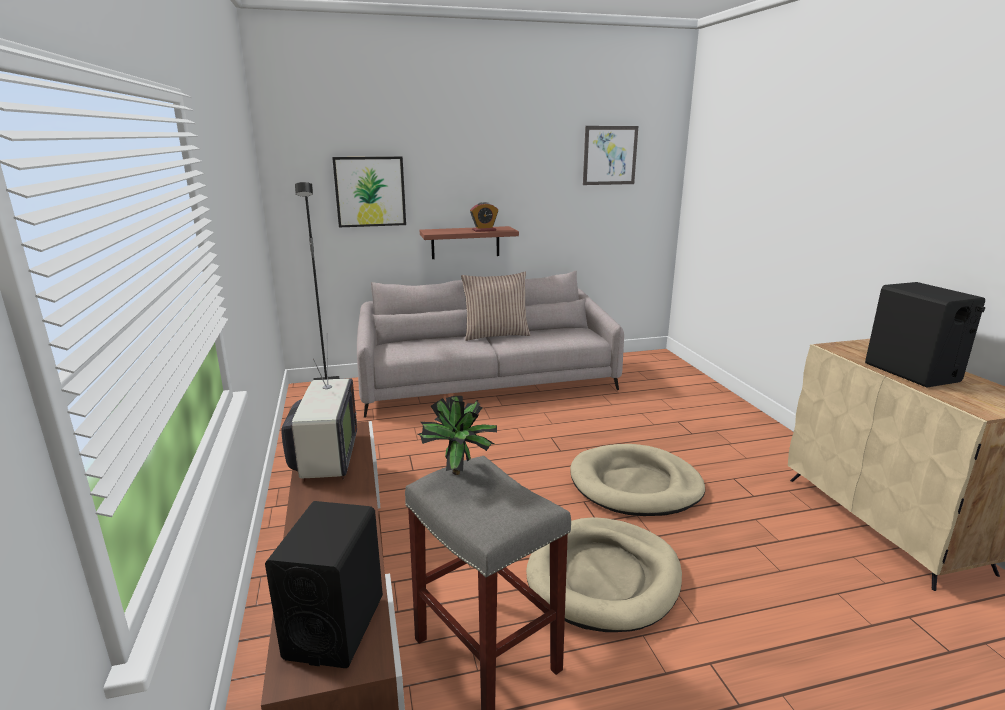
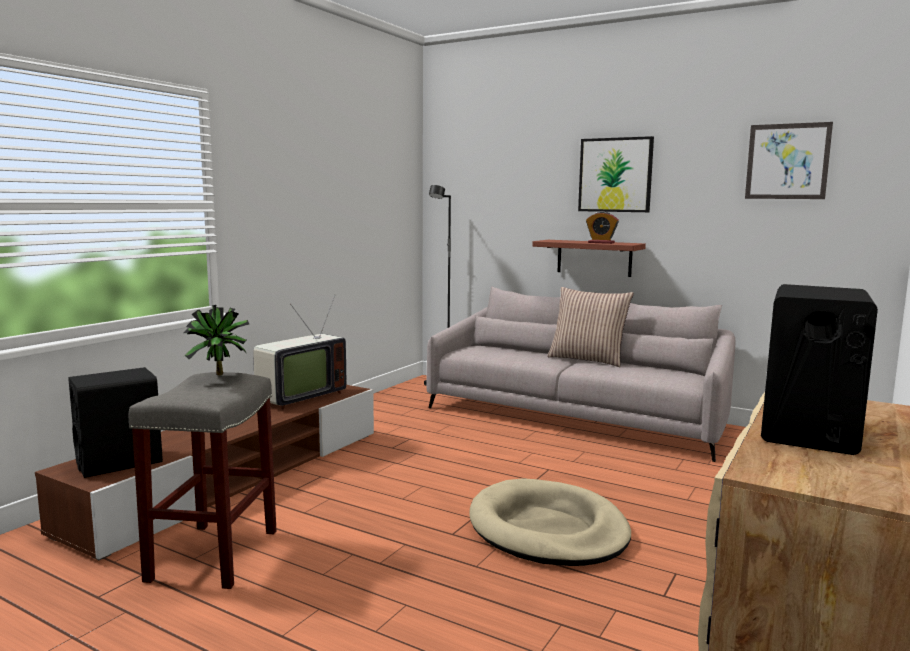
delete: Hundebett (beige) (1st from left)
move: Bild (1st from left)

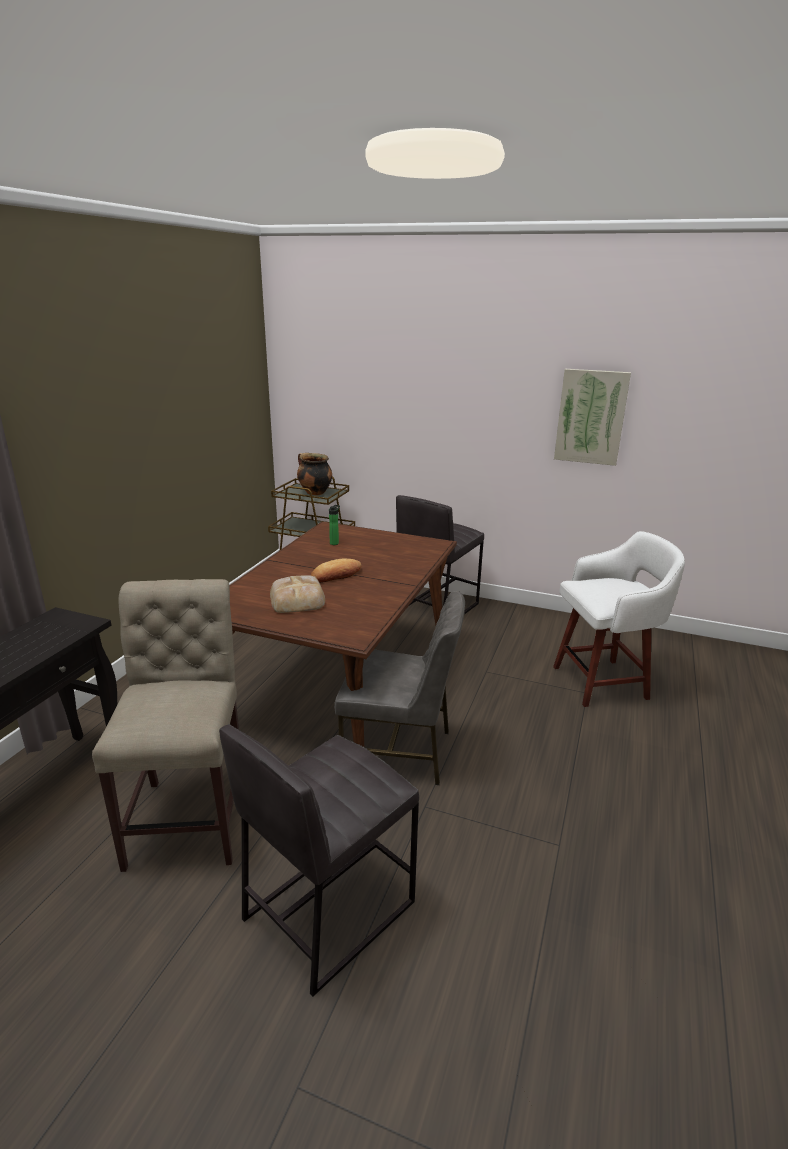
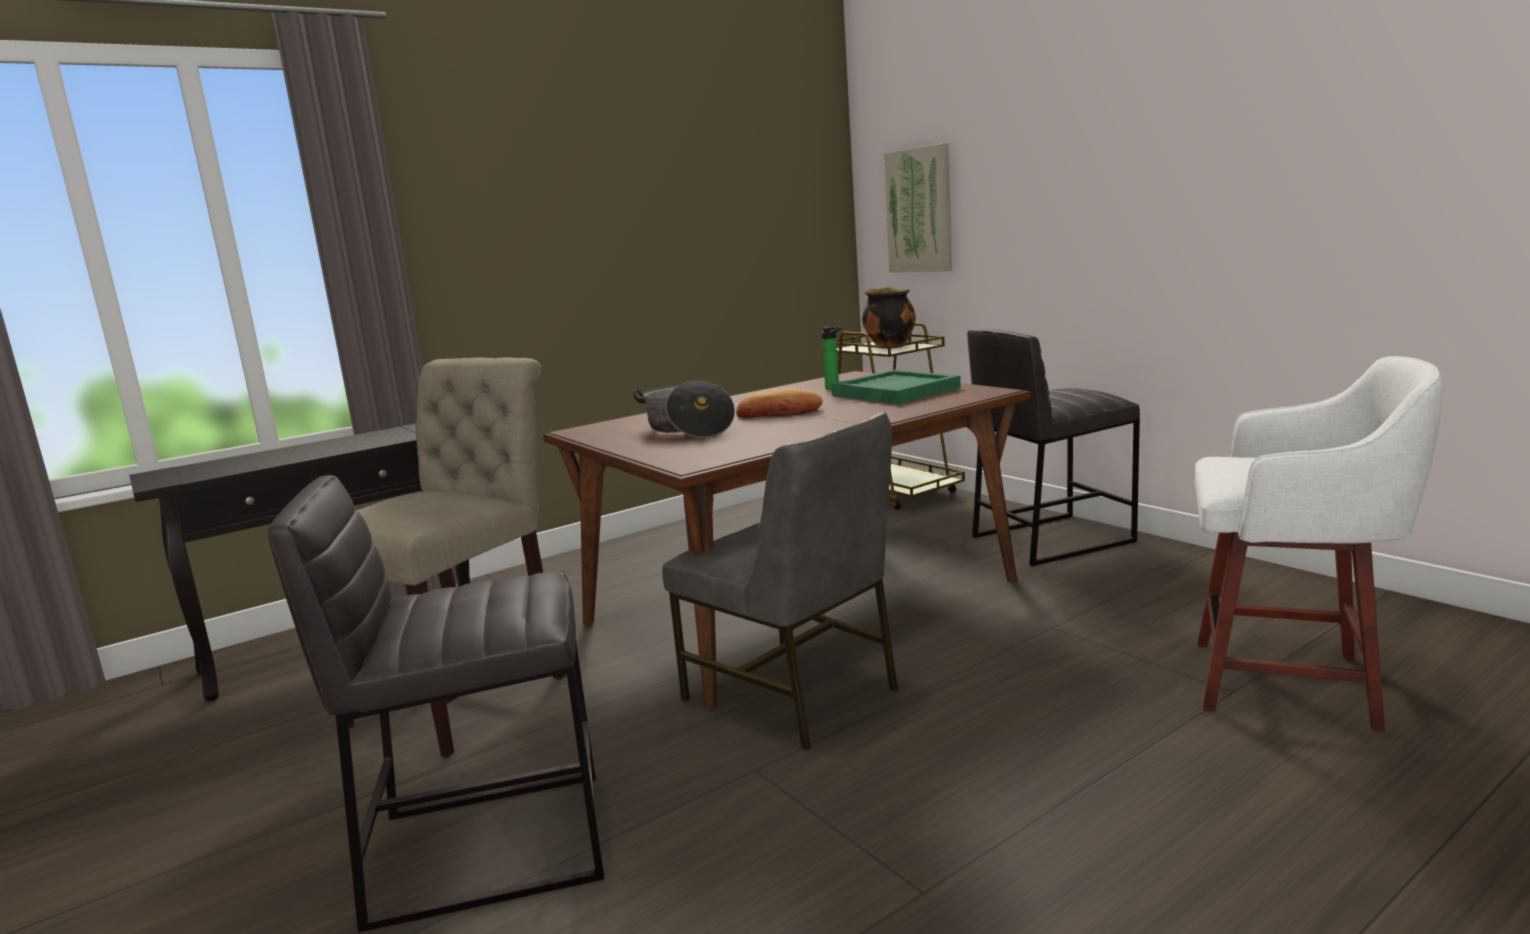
insert: Tablett (grün)
move: Bild
replace: Brot (1st from left) to Kochtopf (1st from left)

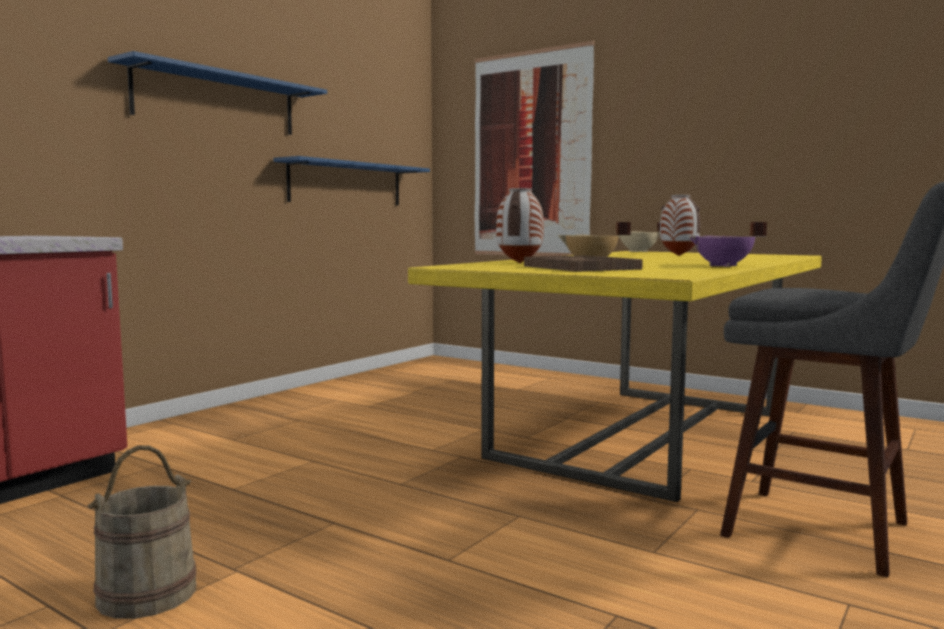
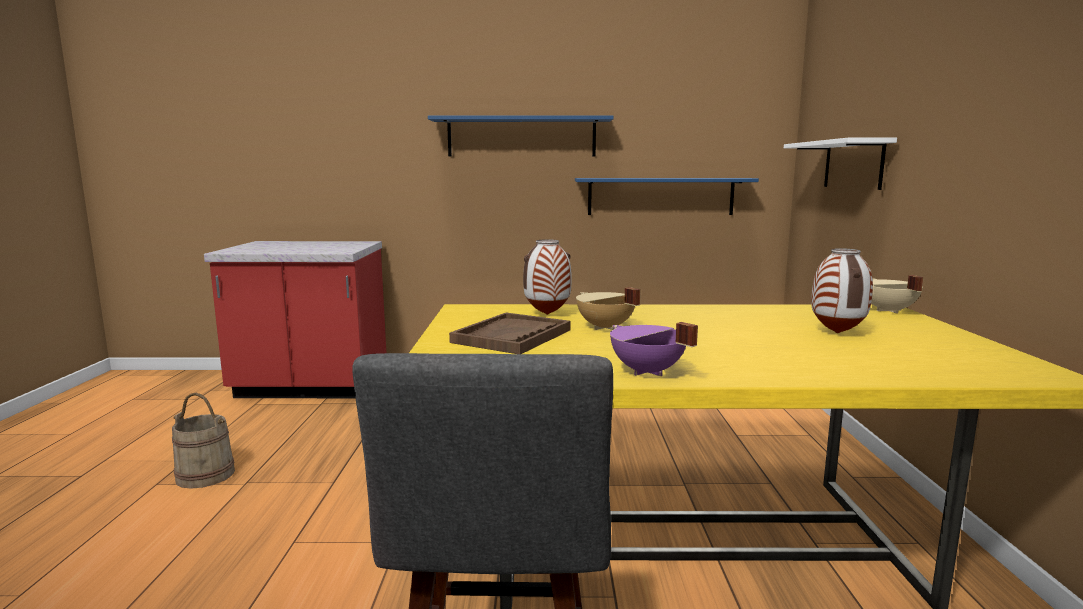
replace: Bild to Wandregal (weiß)

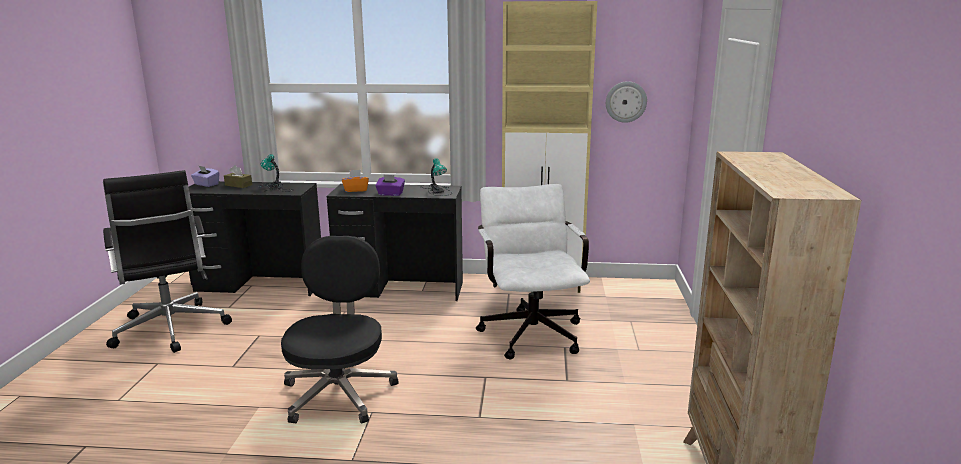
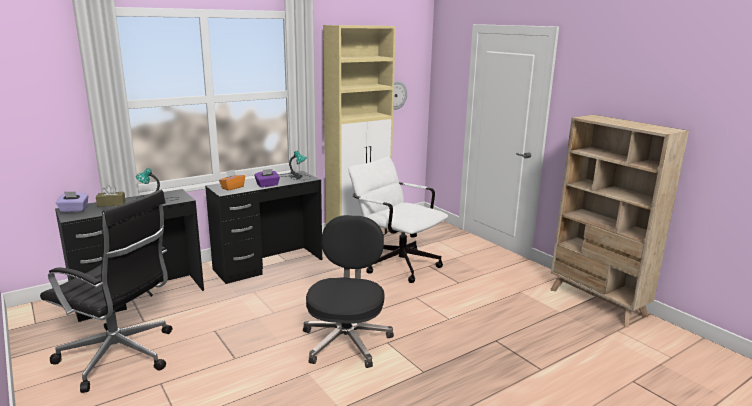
rotate: Bürostuhl (schwarz) (2nd from left) 45 degrees clockwise

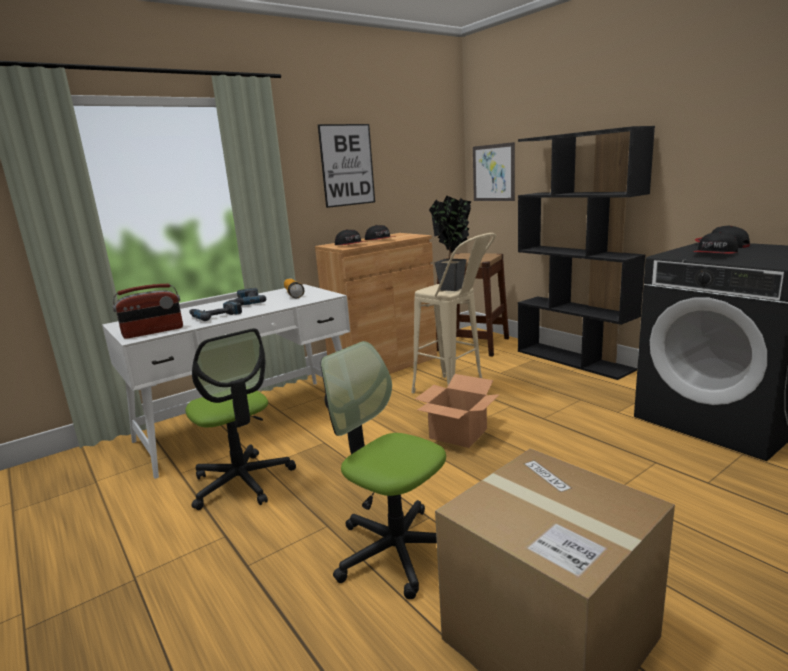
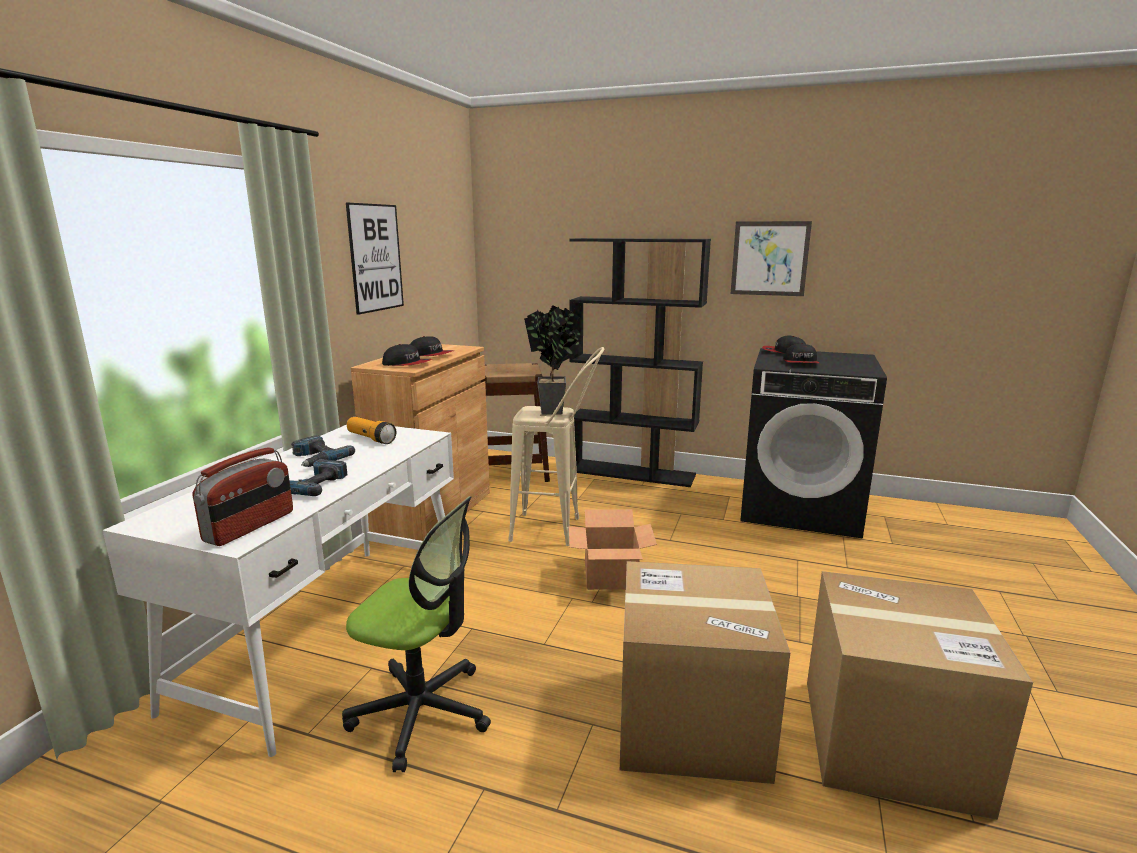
move: Bild (2nd from left)
replace: Bürostuhl (2nd from left) to Karton (2nd from left)

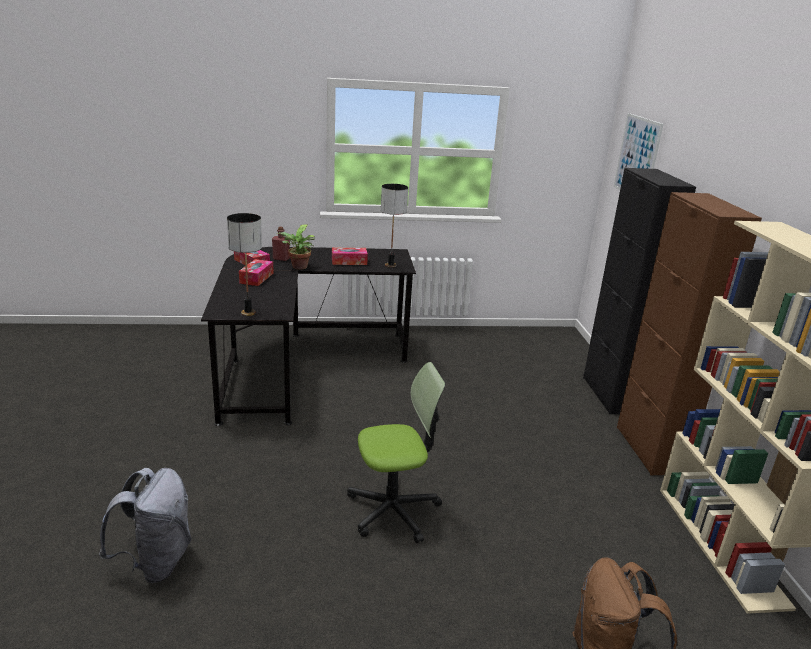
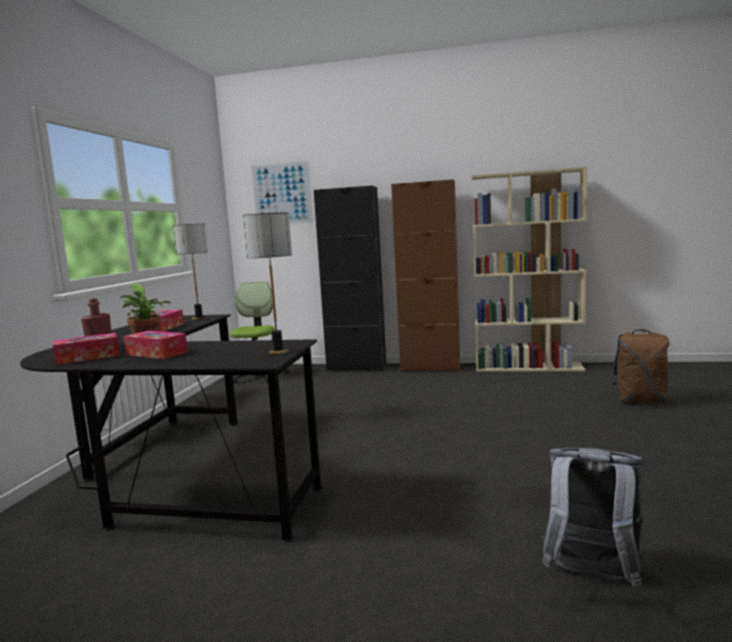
move: Bürostuhl

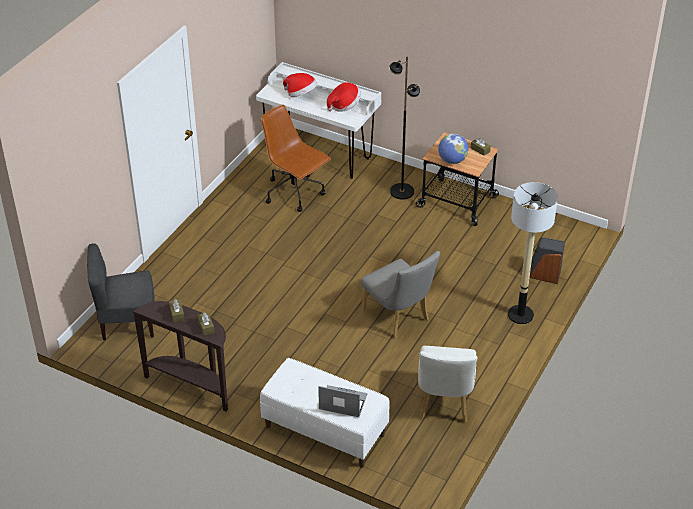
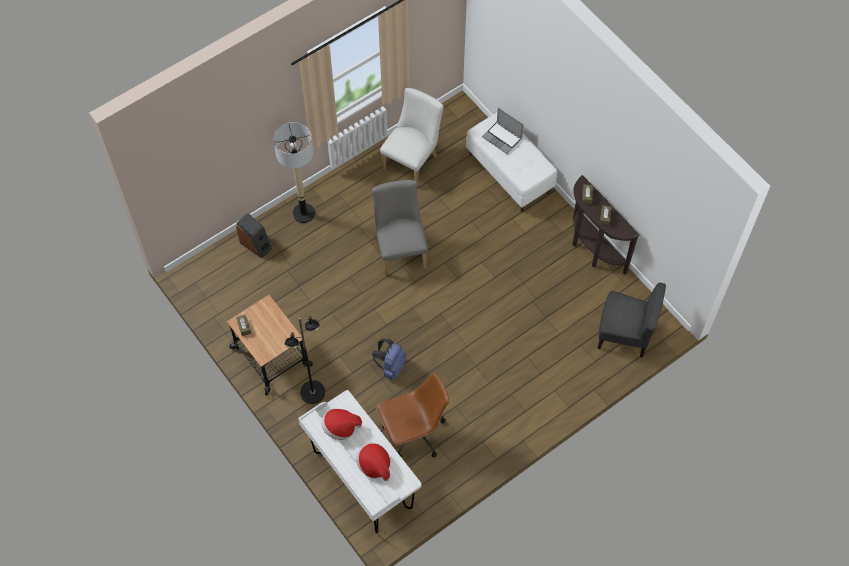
delete: Globus
insert: Rucksack (blau)
rotate: Bürostuhl (braun) 90 degrees counterclockwise

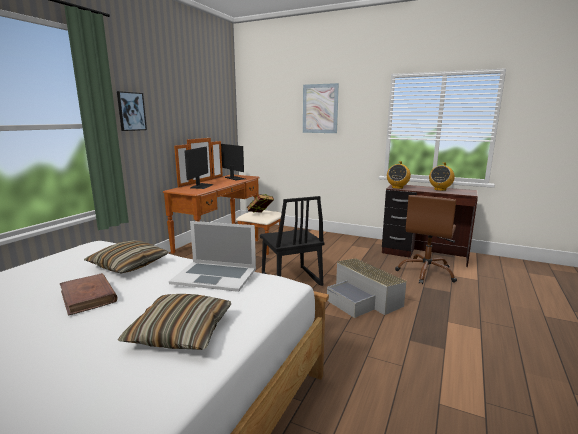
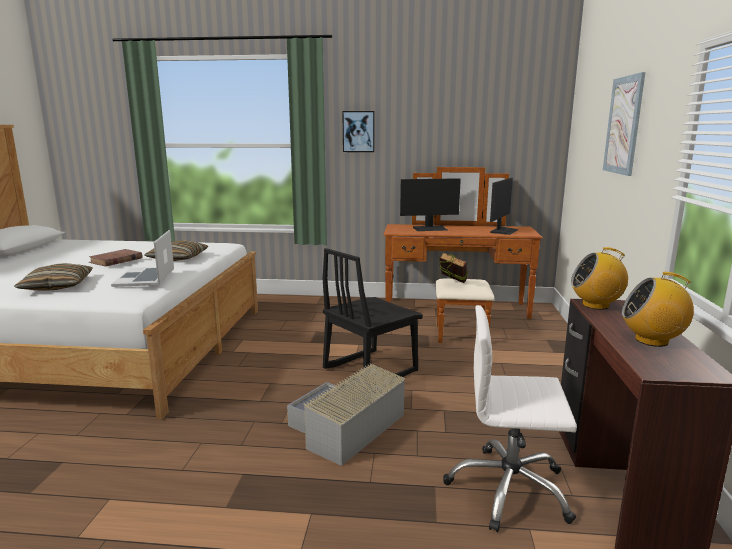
recolor: Bürostuhl (braun) to Bürostuhl (weiß)

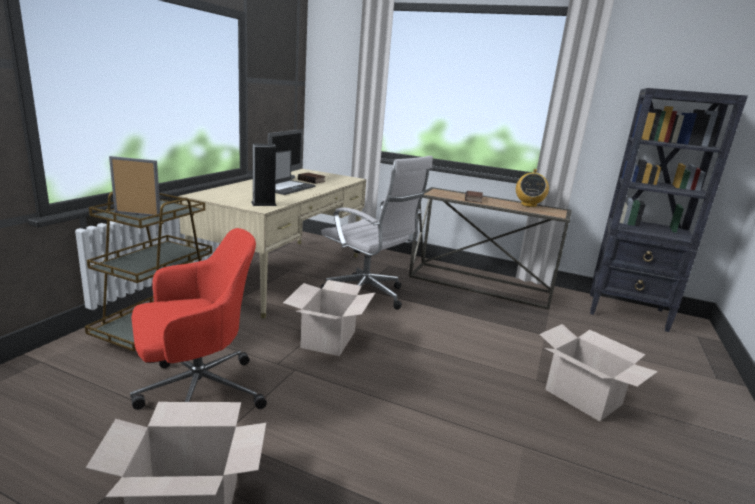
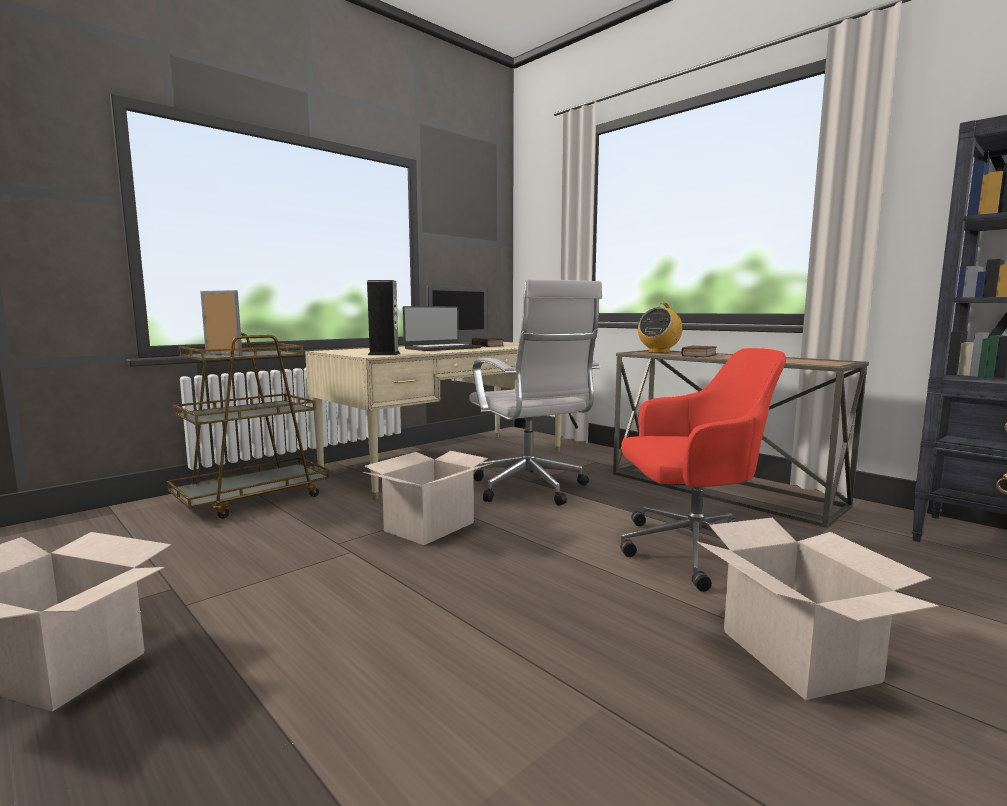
move: Bürostuhl (rot); Radio

